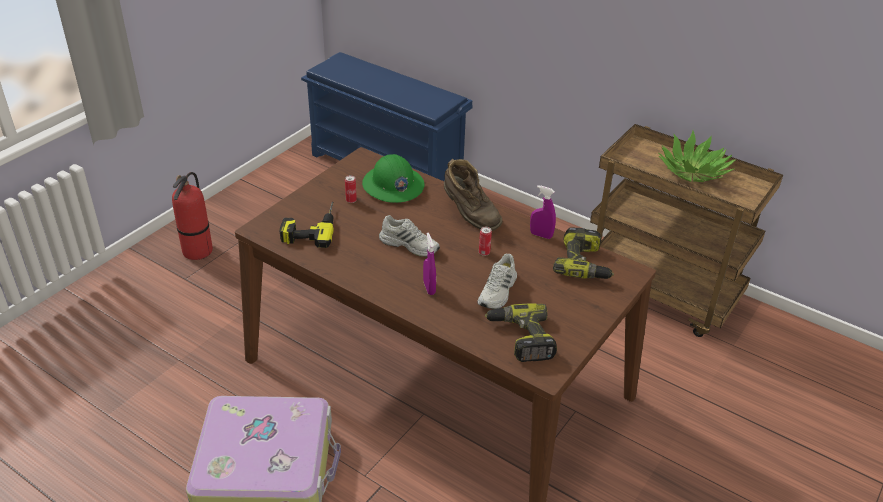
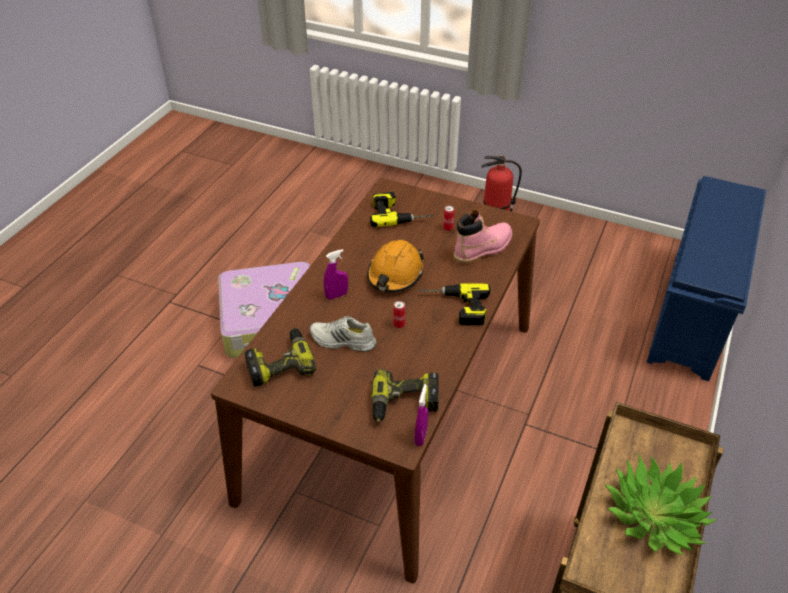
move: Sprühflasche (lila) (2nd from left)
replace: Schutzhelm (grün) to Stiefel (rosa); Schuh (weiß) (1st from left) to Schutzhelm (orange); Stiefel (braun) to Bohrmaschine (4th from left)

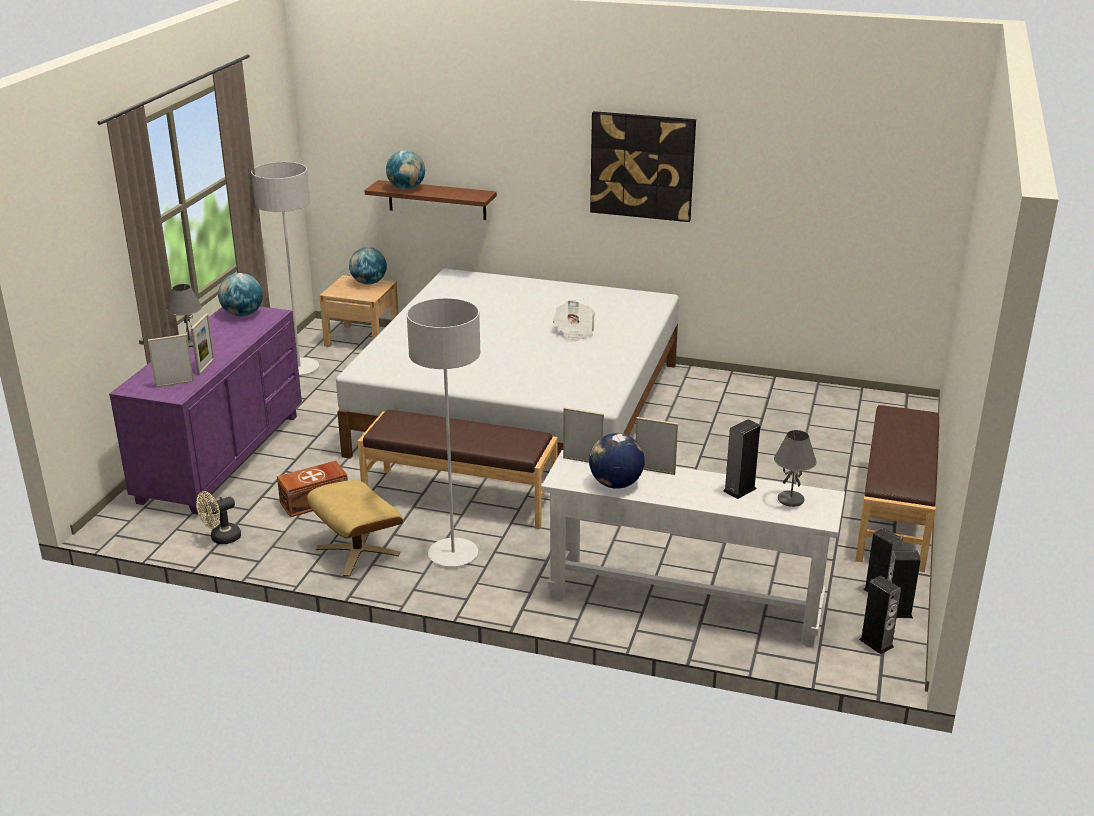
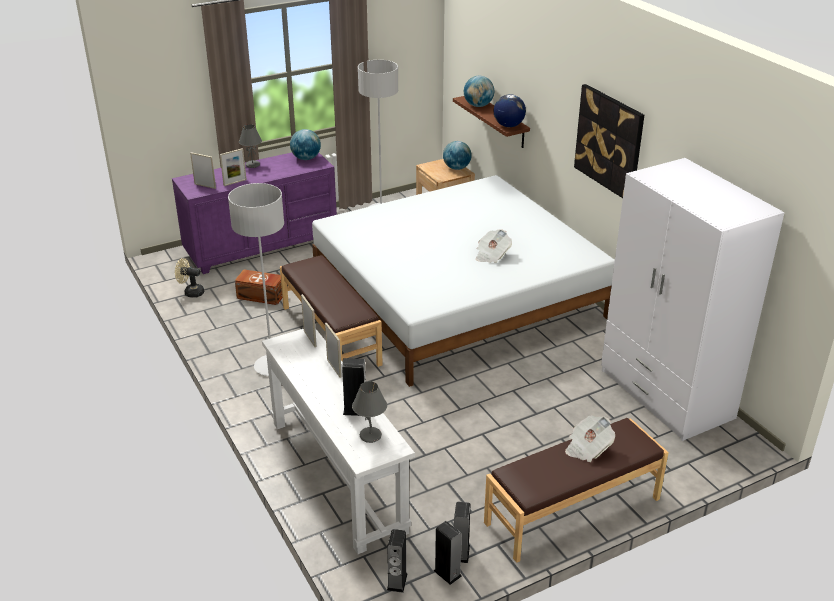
delete: Polsterhocker (beige)
insert: Zeitung (2nd from left); Kleiderschrank (weiß)
move: Globus (4th from left)

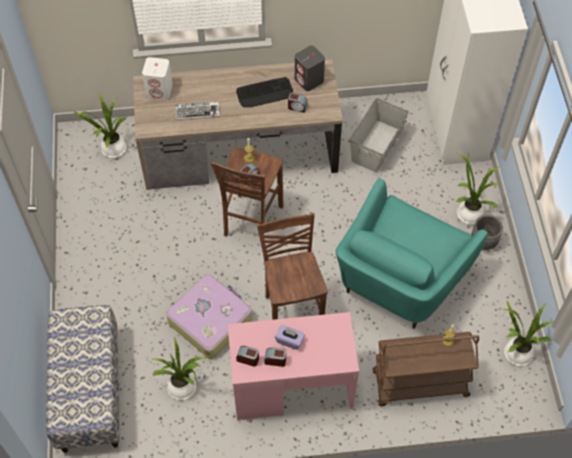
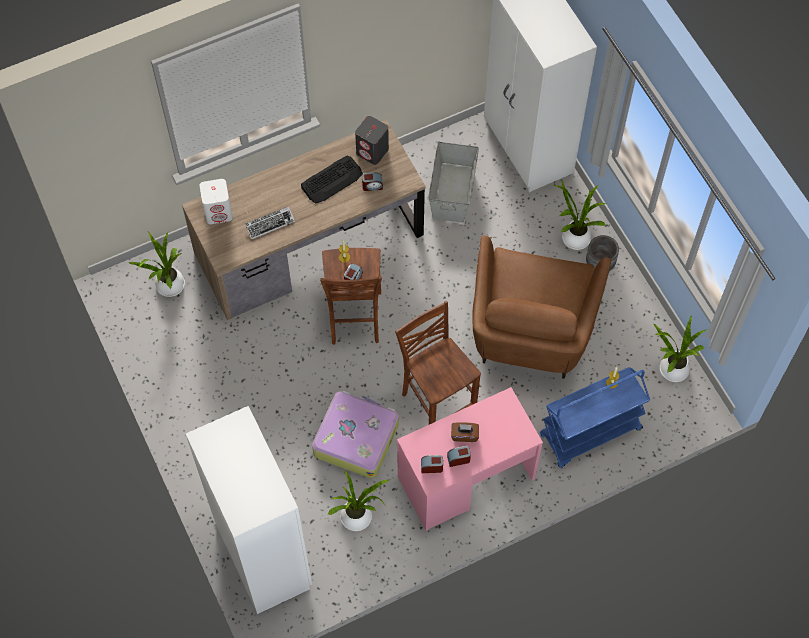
replace: Bank to Kleiderschrank (weiß) (1st from left)
recolor: Taschentuchbox (lila) to Taschentuchbox (braun); Sessel (türkis) to Sessel (braun); Rollwagen (braun) to Rollwagen (blau)

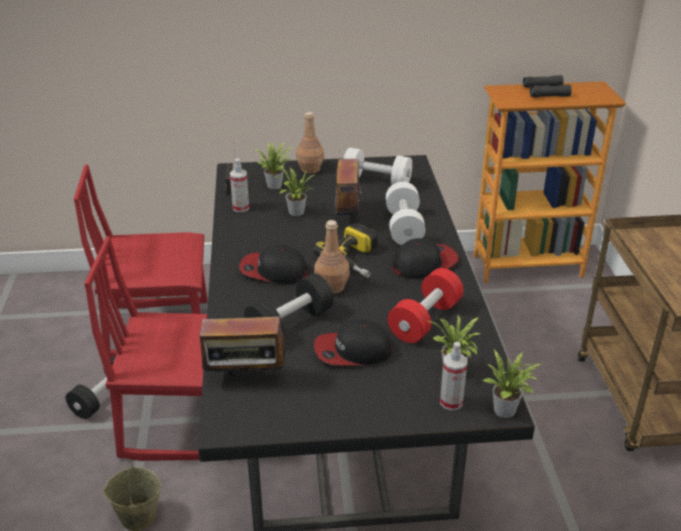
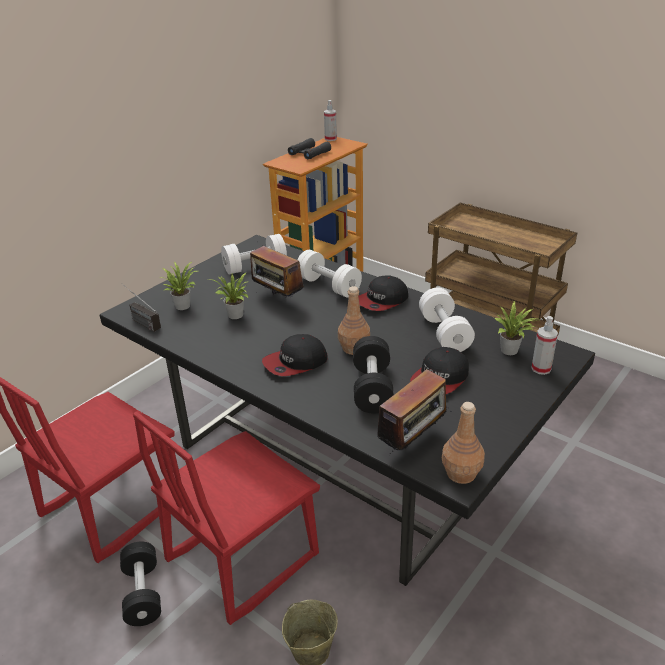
delete: Bohrmaschine; Topfpflanze (4th from left)
move: Sprühflasche (1st from left); Flasche (braun) (1st from left in the first image) to Flasche (braun) (2nd from left)
recolor: Hantel (rot) to Hantel (weiß) (3rd from left)
rotate: Kappe (3rd from left in the first image) 150 degrees counterclockwise

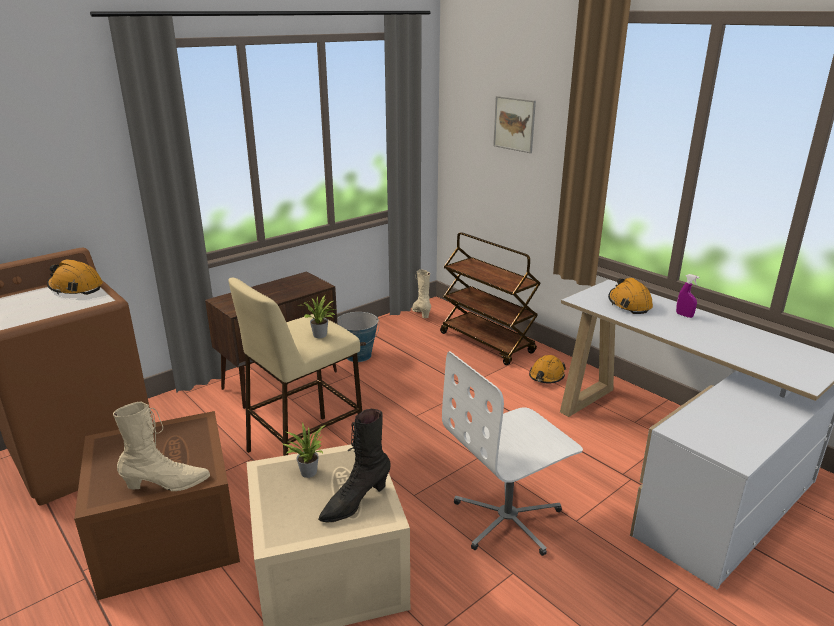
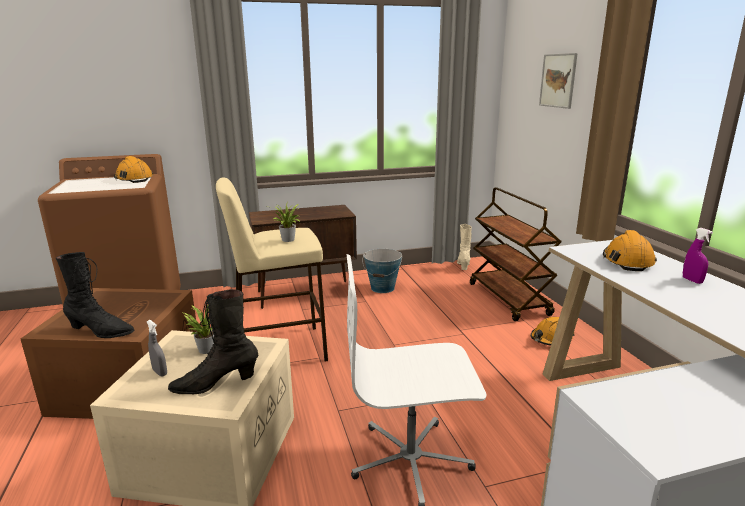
insert: Sprühflasche (grau)
recolor: Stiefel (beige) (1st from left) to Stiefel (schwarz) (1st from left)

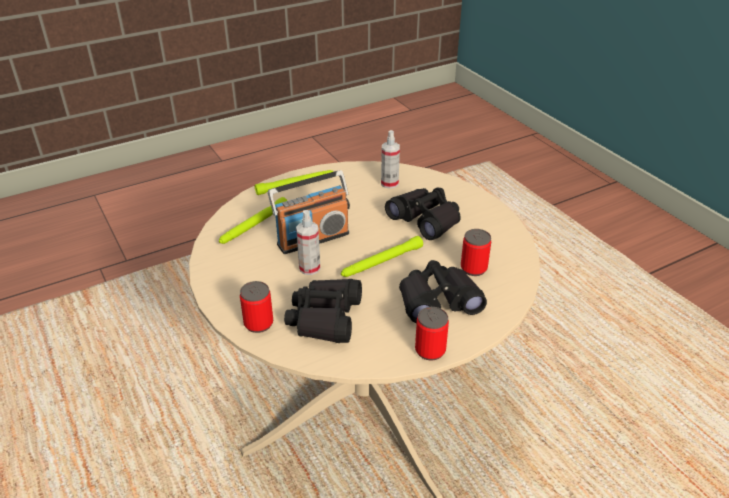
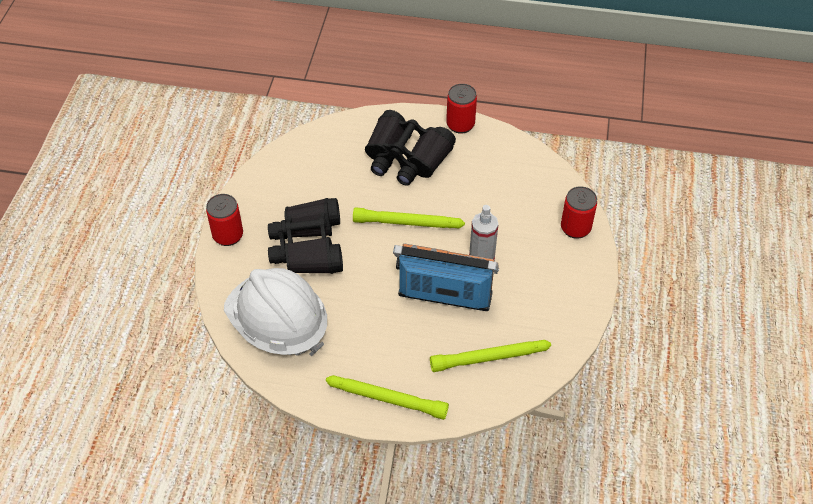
delete: Fernglas (schwarz) (1st from left)
move: Dose (3rd from left in the first image) to Dose (1st from left)
replace: Sprühflasche (2nd from left) to Schutzhelm (weiß)

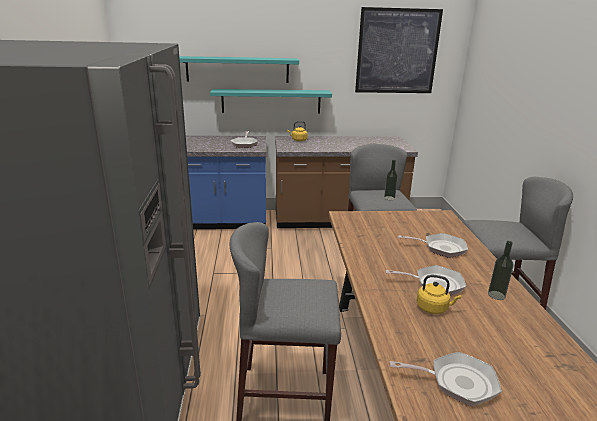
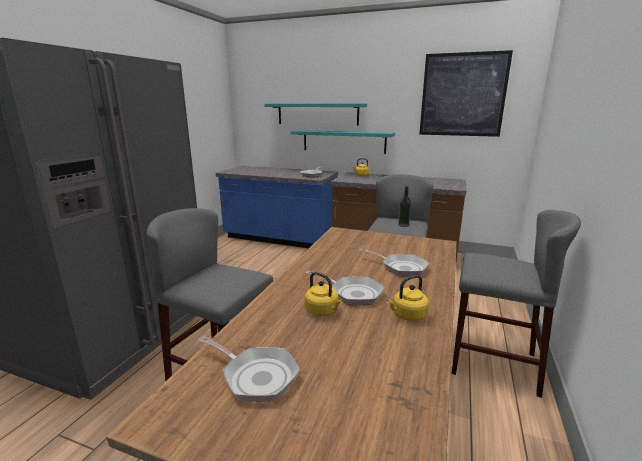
replace: Flasche (2nd from left) to Wasserkessel (gelb) (3rd from left)

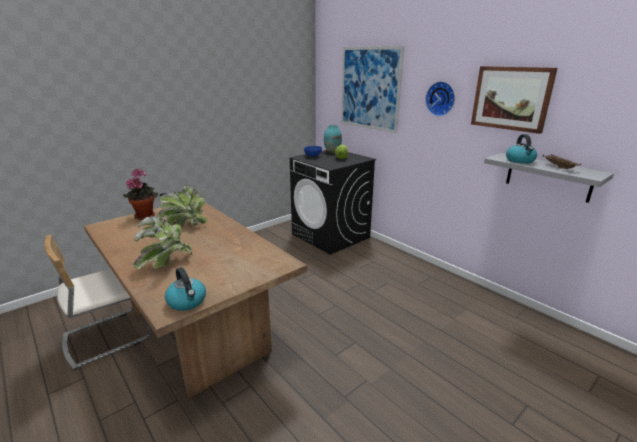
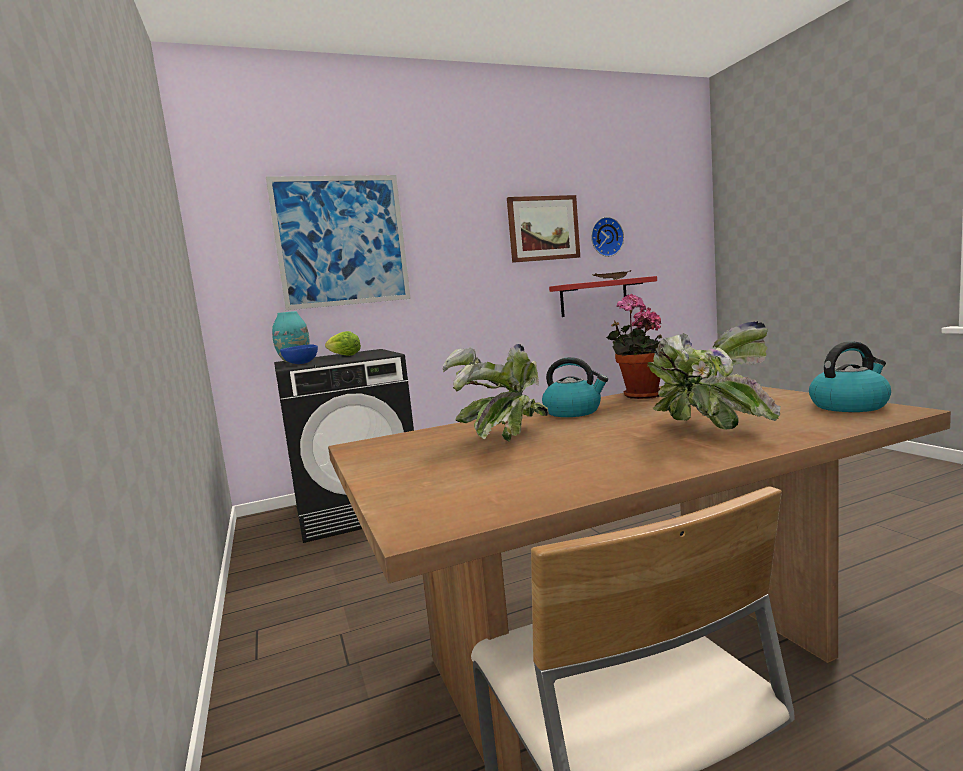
move: Topfpflanze (1st from left in the first image) to Topfpflanze (2nd from left); Wanduhr; Wasserkessel (2nd from left in the first image) to Wasserkessel (1st from left)
recolor: Wandregal (grau) to Wandregal (rot)

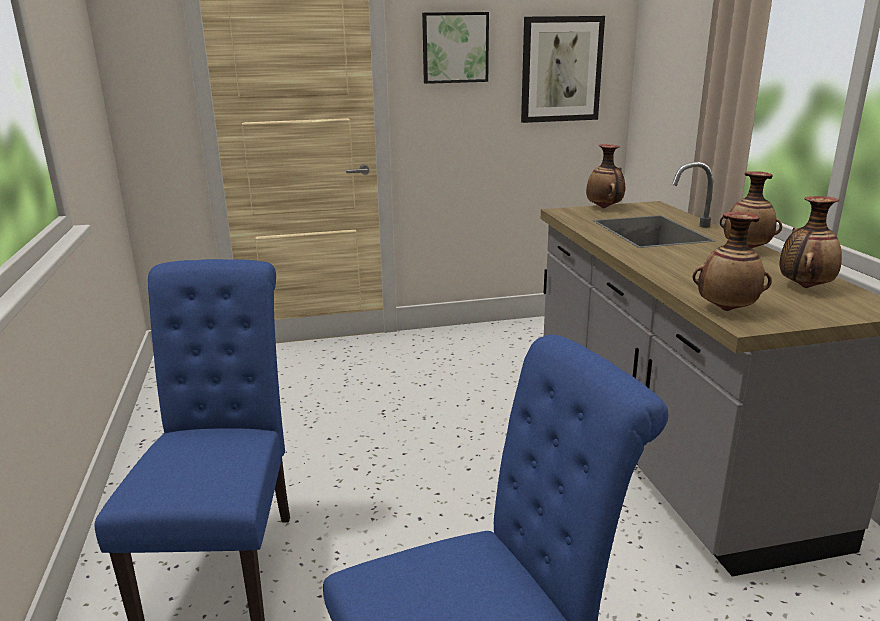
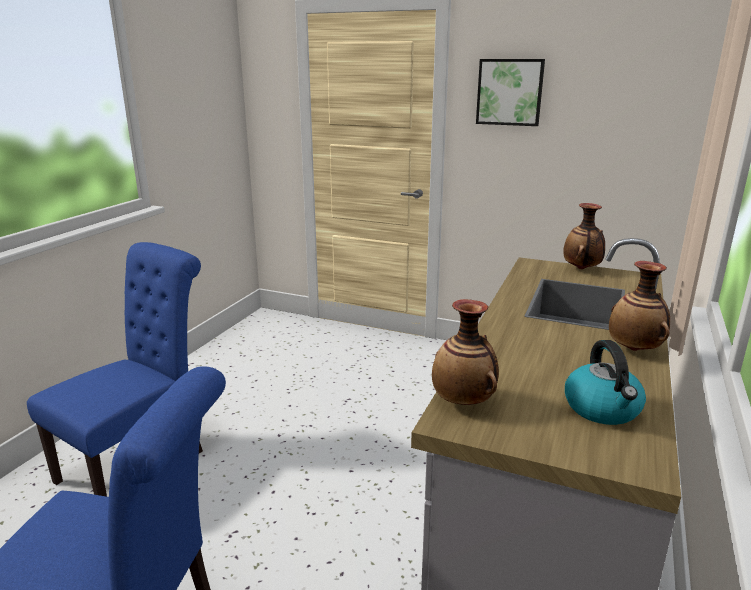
delete: Bild (2nd from left)
replace: Vase (4th from left) to Wasserkessel

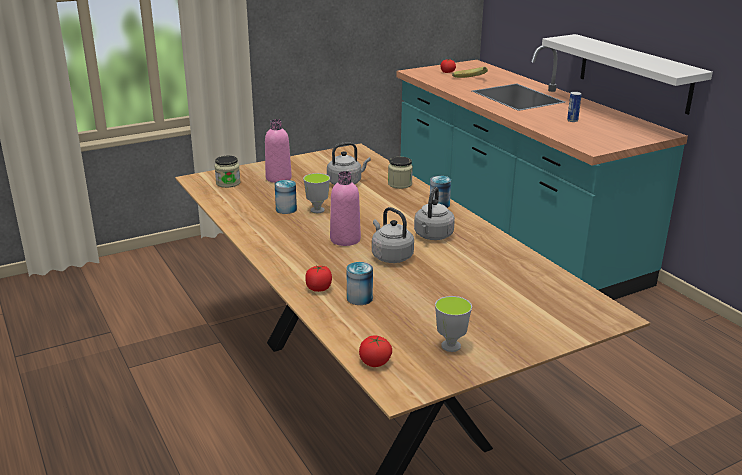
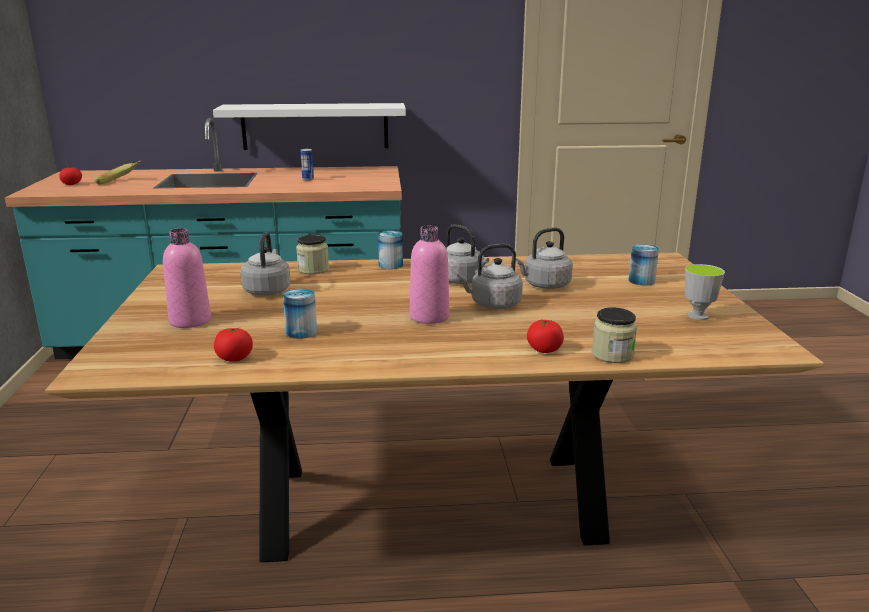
delete: Tasse (1st from left)
insert: Wasserkessel (grau) (4th from left)
move: Vorratsglas (1st from left in the first image) to Vorratsglas (2nd from left); Dose (2nd from left in the first image) to Dose (4th from left); Tomate (2nd from left)

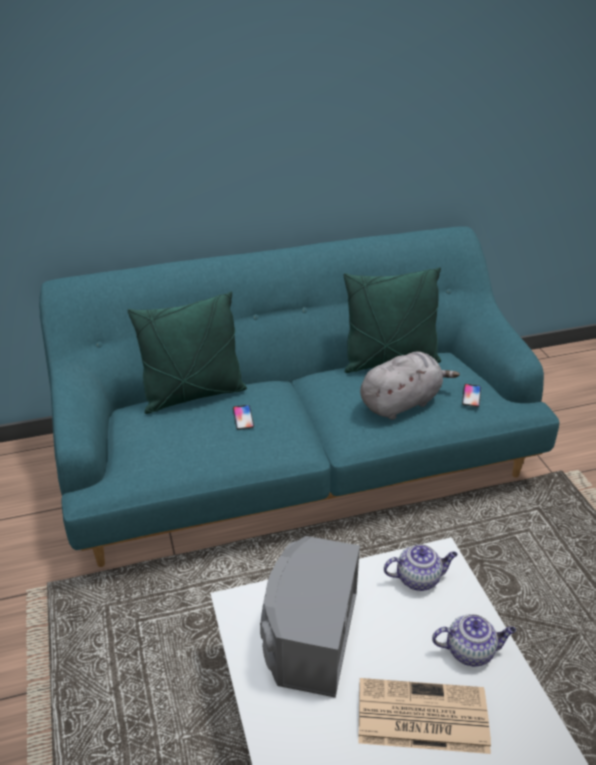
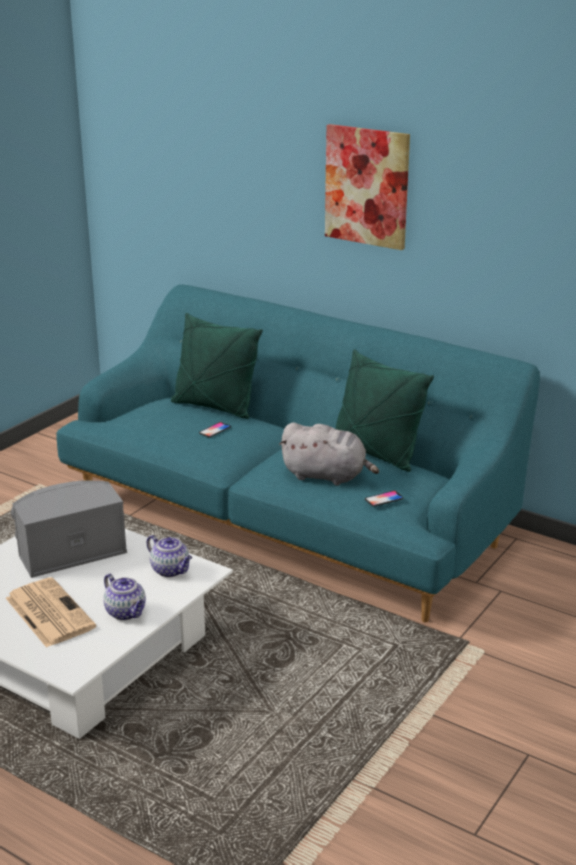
insert: Bild

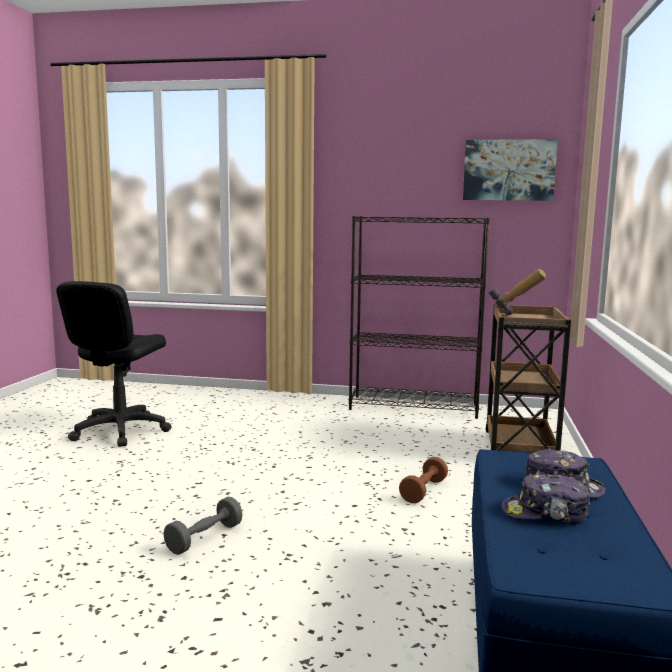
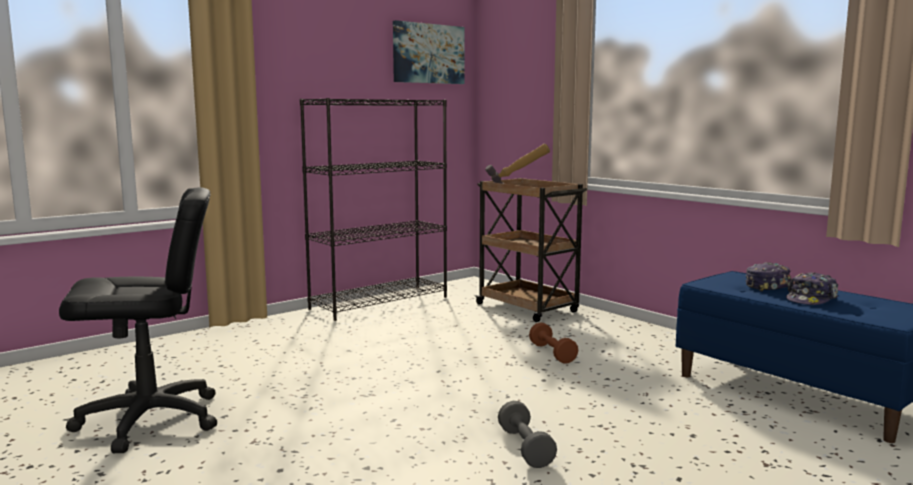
rotate: Bürostuhl (schwarz) 75 degrees counterclockwise

